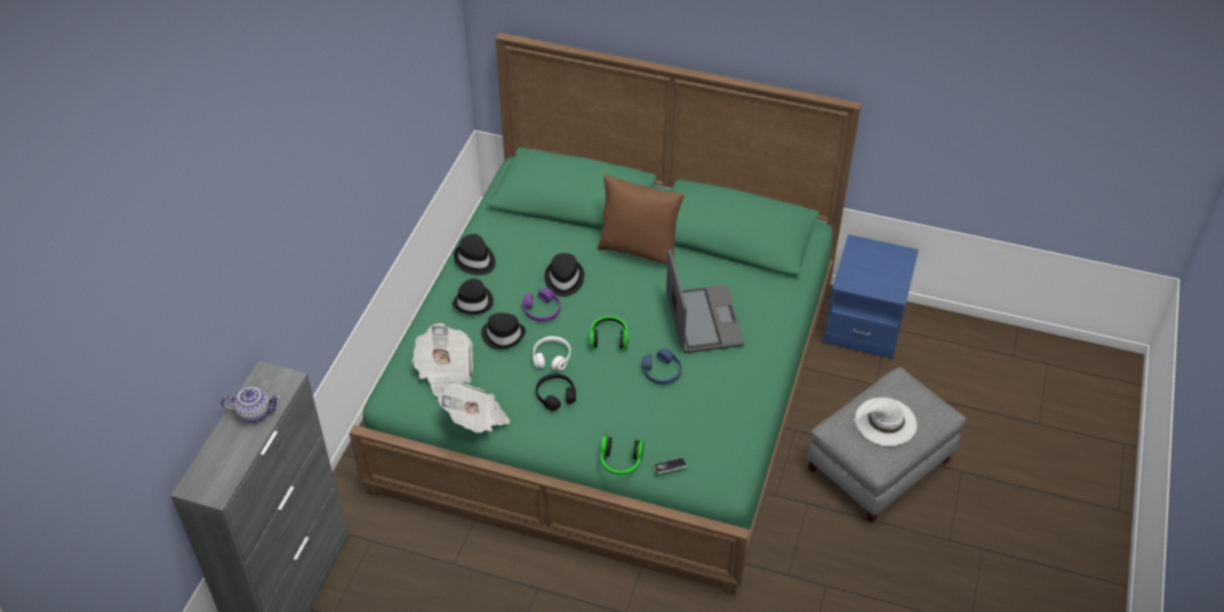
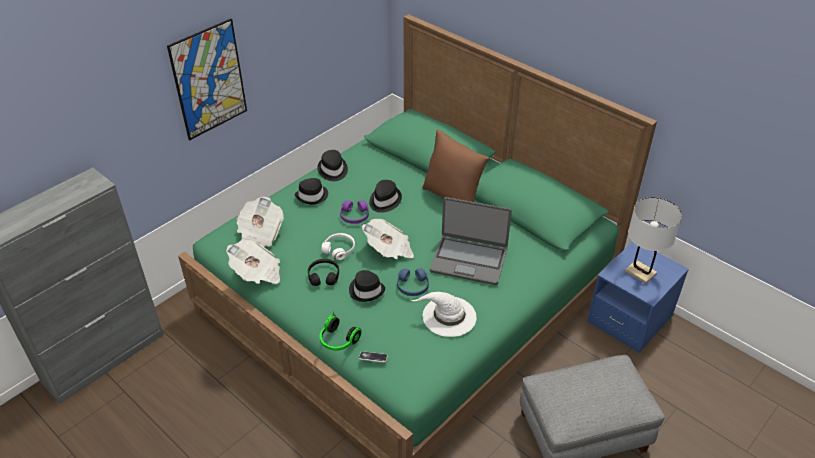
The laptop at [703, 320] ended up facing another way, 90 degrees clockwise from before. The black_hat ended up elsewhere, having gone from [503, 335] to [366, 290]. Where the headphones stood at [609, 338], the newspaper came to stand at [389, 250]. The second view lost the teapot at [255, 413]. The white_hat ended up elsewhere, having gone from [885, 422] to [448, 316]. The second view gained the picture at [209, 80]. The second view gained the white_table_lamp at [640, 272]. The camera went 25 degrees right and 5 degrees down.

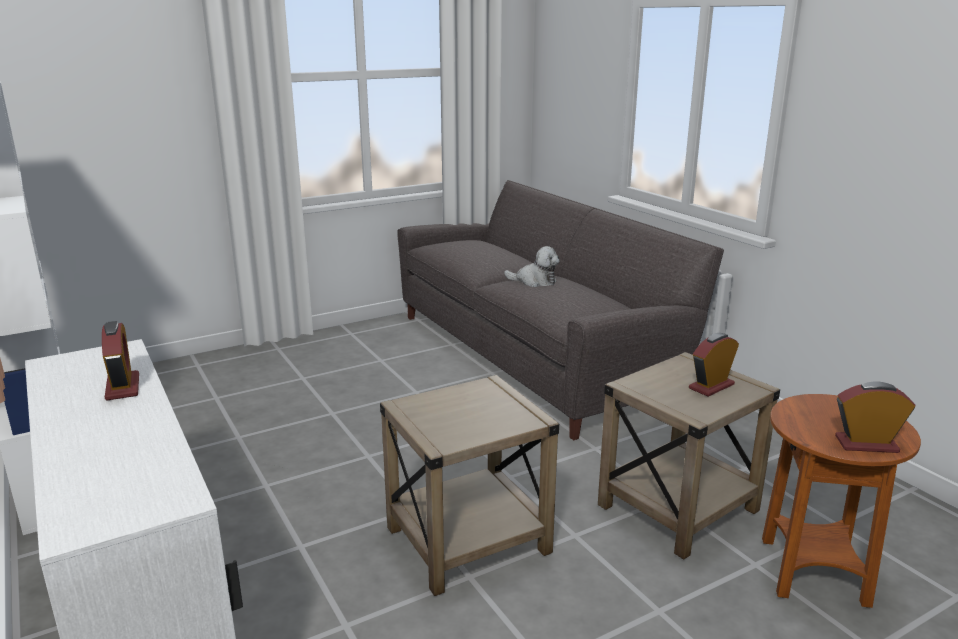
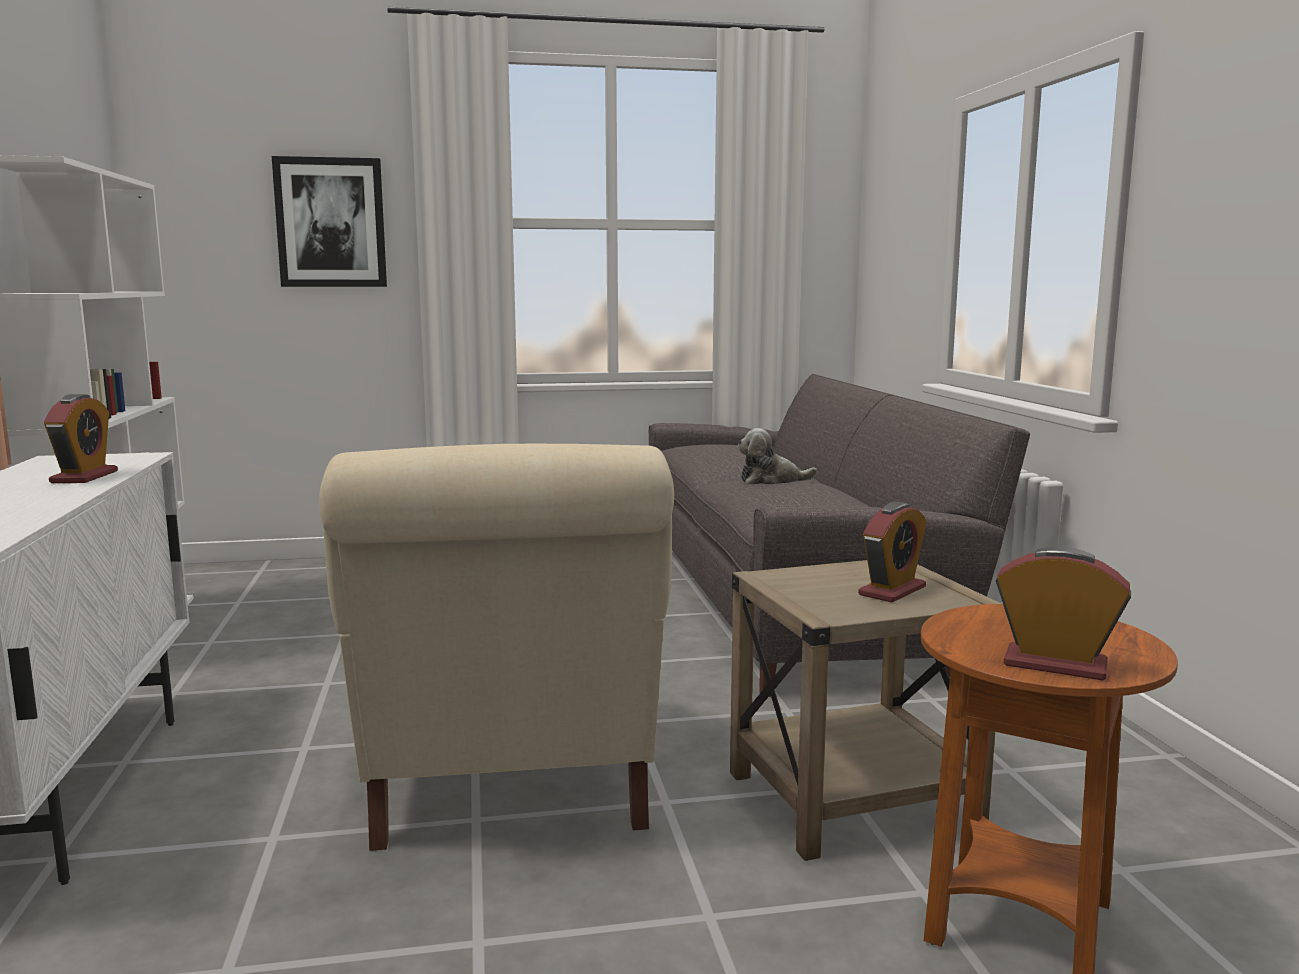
The plush_toy at [534, 282] ended up facing another way, 135 degrees clockwise from before. The alarm_clock at [711, 386] ended up facing another way, 150 degrees clockwise from before. Where the beige_side_table stood at [467, 541], the beige_armchair came to stand at [509, 780]. The second view gained the picture at [331, 223]. The camera went 20 degrees right and 10 degrees down.

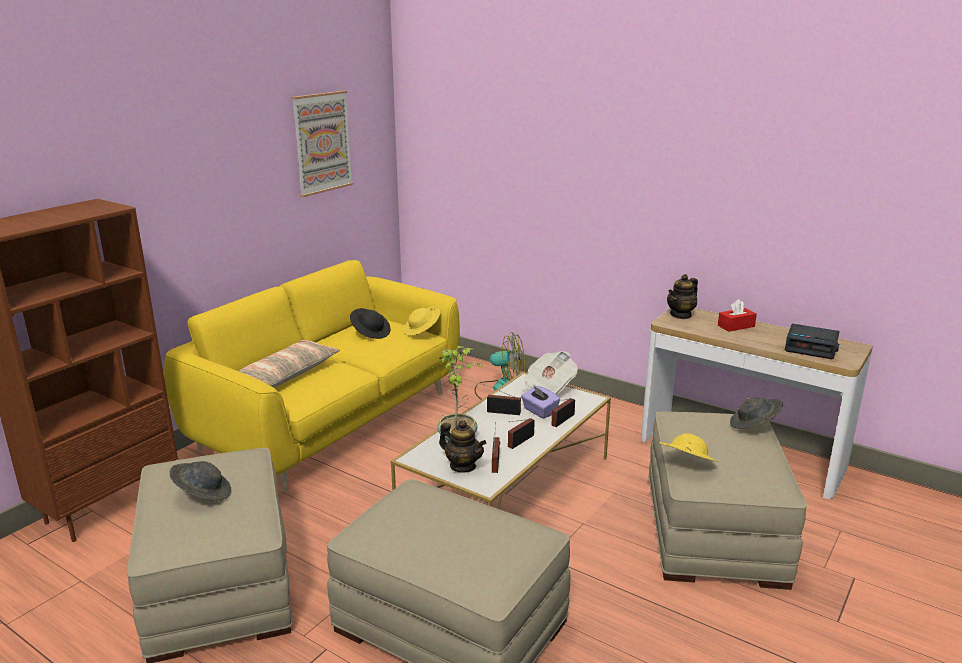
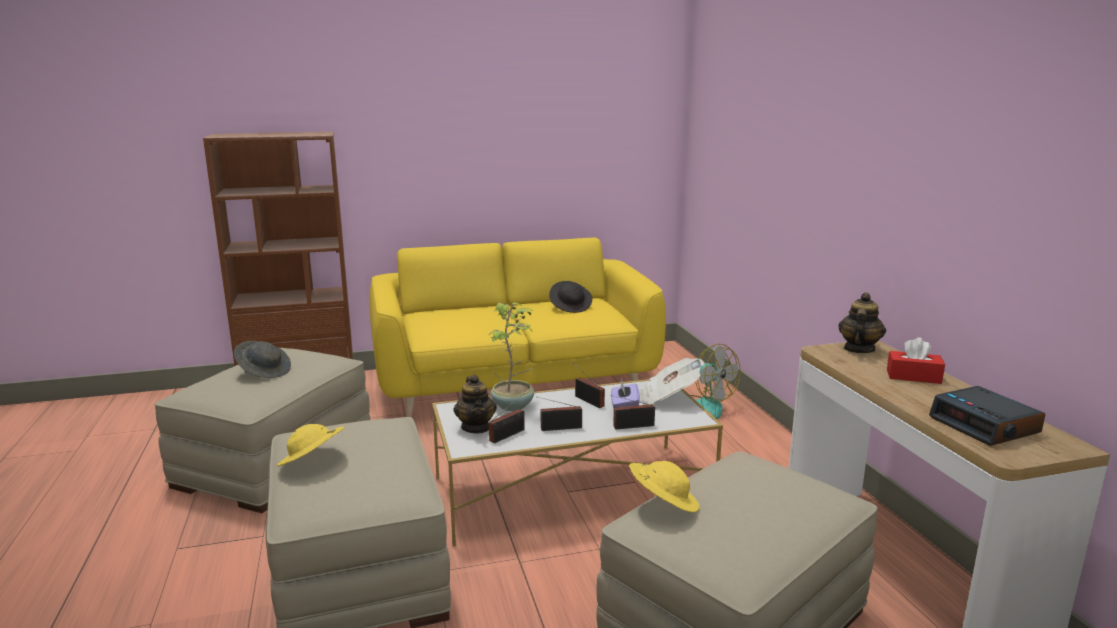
The second view lost the picture at [322, 143]. The teapot at [681, 315] ended up facing another way, 120 degrees clockwise from before. The yellow_hat ended up elsewhere, having gone from [422, 331] to [312, 462]. The second view lost the pillow at [285, 376]. The second view lost the grey_hat at [754, 425]. The camera went 40 degrees right and 5 degrees down.

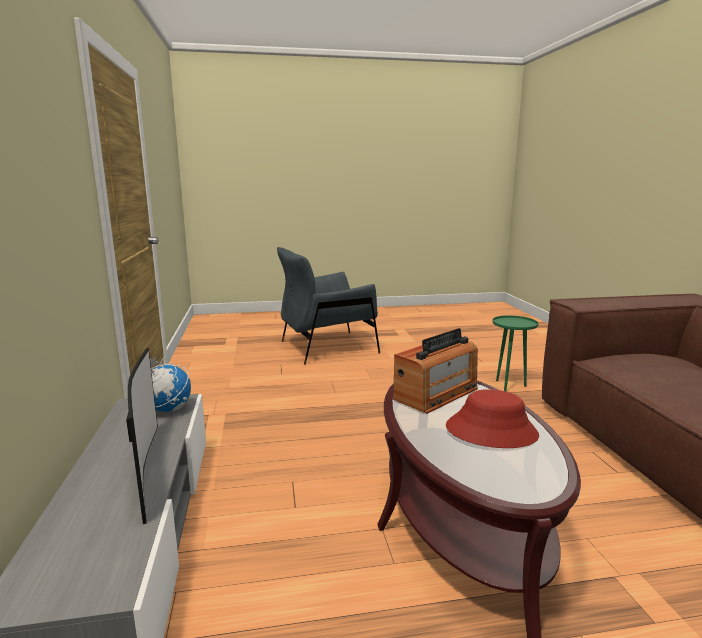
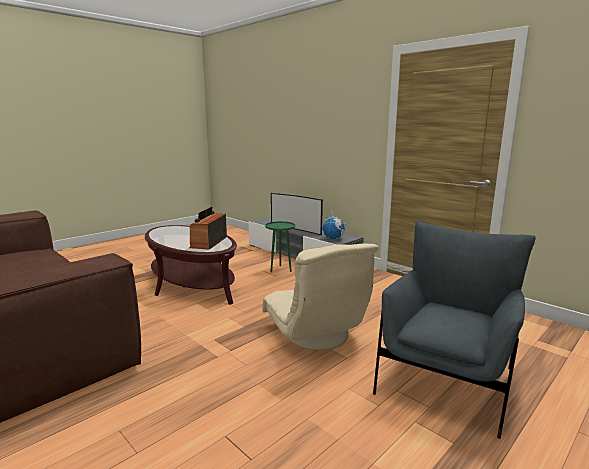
The green_side_table ended up elsewhere, having gone from [509, 386] to [280, 269]. The second view lost the red_hat at [491, 431]. The second view gained the beige_armchair at [316, 336]. The camera went 145 degrees right and 0 degrees up.

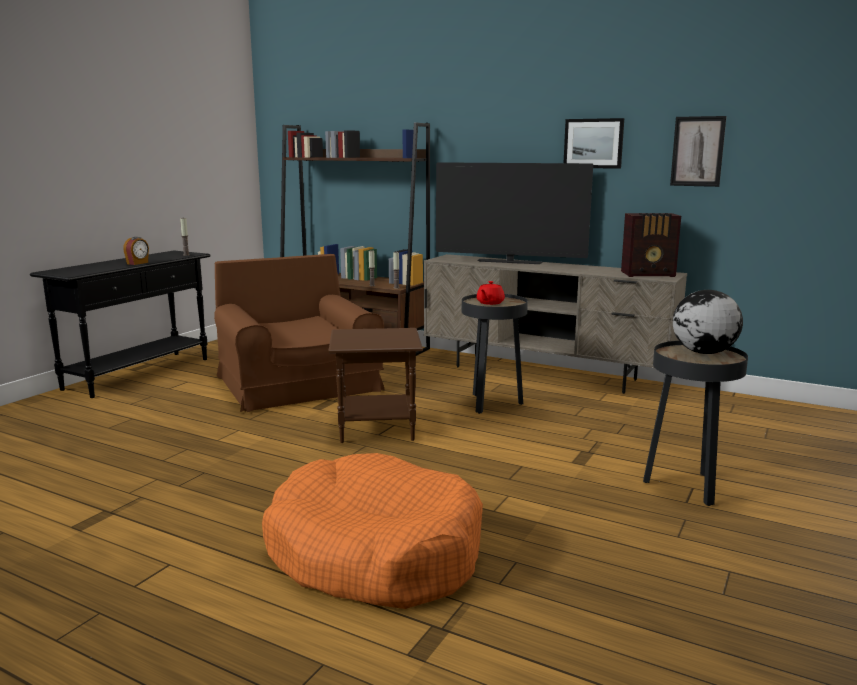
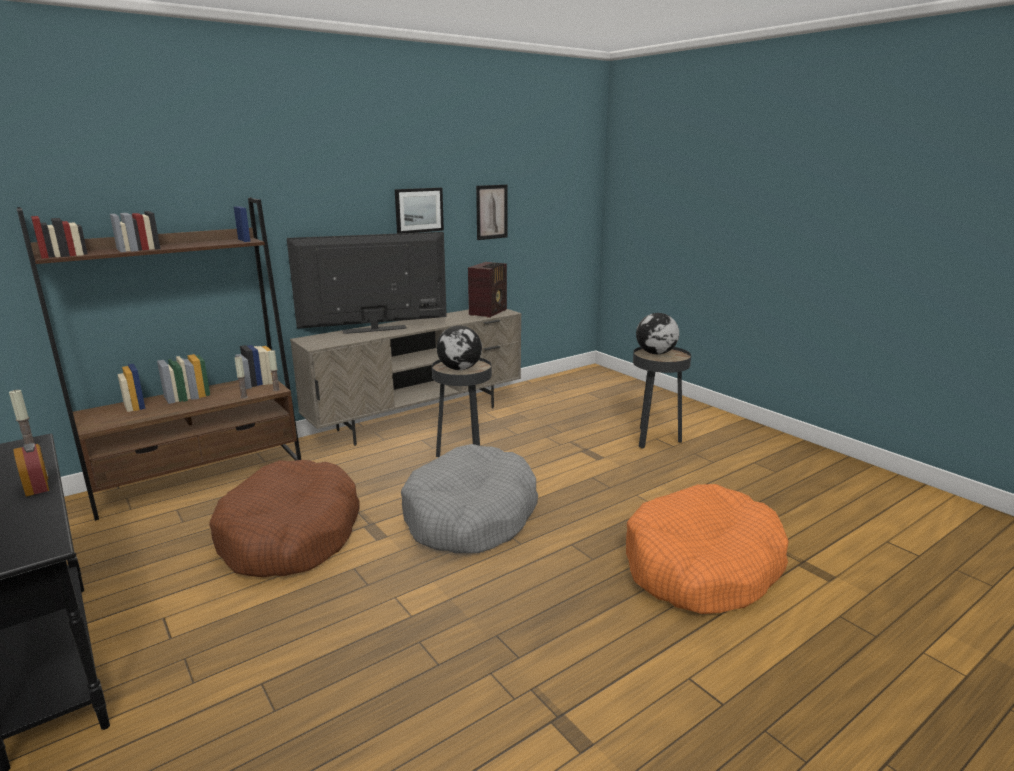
The television at [509, 262] ended up facing another way, 150 degrees counterclockwise from before. Where the brown_armchair stood at [298, 384], the brown_dog_bed came to stand at [290, 535]. Where the red_teapot stood at [489, 303], the globe came to stand at [460, 369]. Where the brown_side_table stood at [378, 429], the grey_dog_bed came to stand at [470, 516]. The camera went 65 degrees left and 5 degrees up.

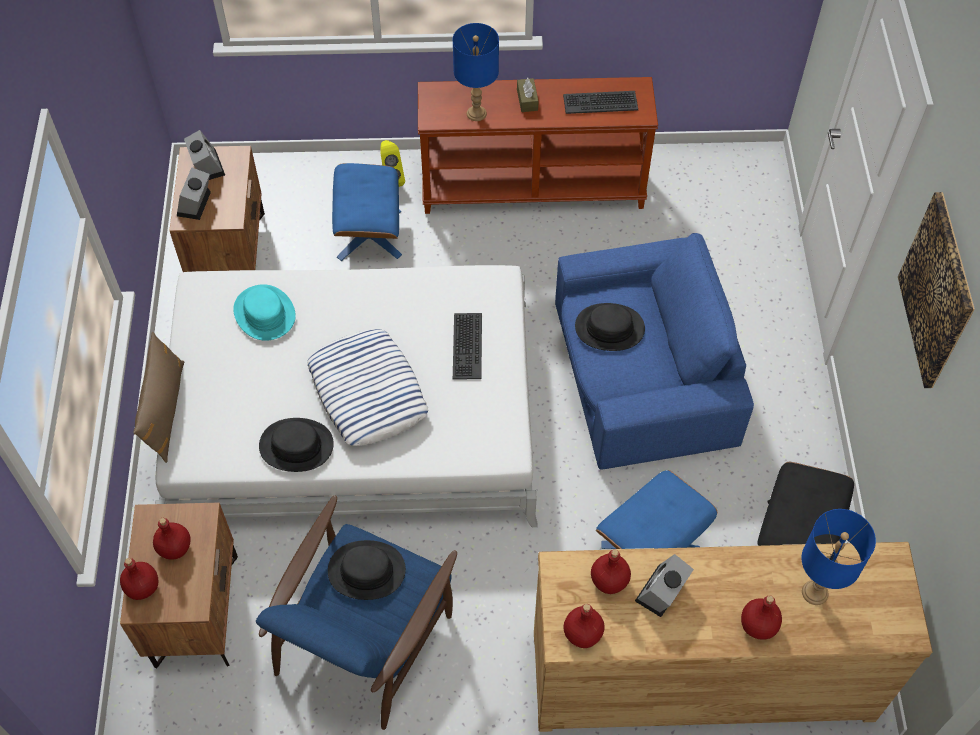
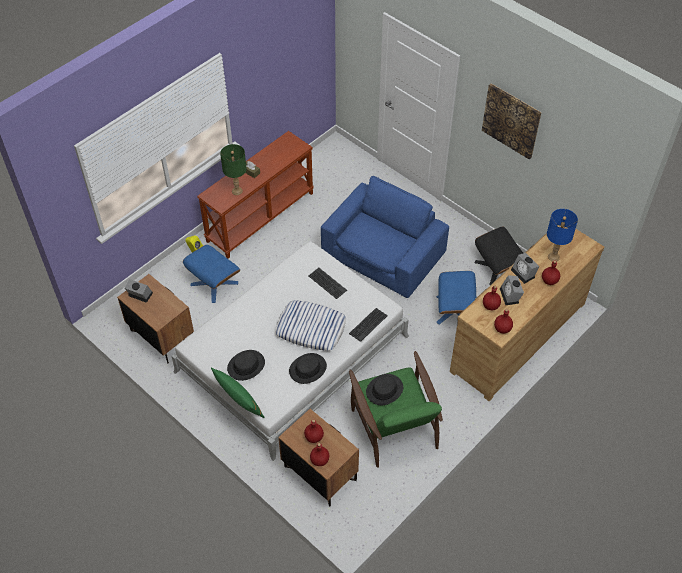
What was the blue_table_lamp at [476, 113] turned into the green_table_lamp at [237, 191]. The keyboard ended up elsewhere, having gone from [600, 102] to [368, 324]. The alarm_clock ended up elsewhere, having gone from [195, 205] to [524, 273]. The second view lost the turquoise_hat at [264, 313]. The black_hat ended up elsewhere, having gone from [609, 328] to [246, 366]. What was the brown_pillow at [165, 410] turned into the green_pillow at [238, 400]. What was the blue_armchair at [365, 637] turned into the green_armchair at [394, 425]. The camera went 45 degrees left and 5 degrees down.

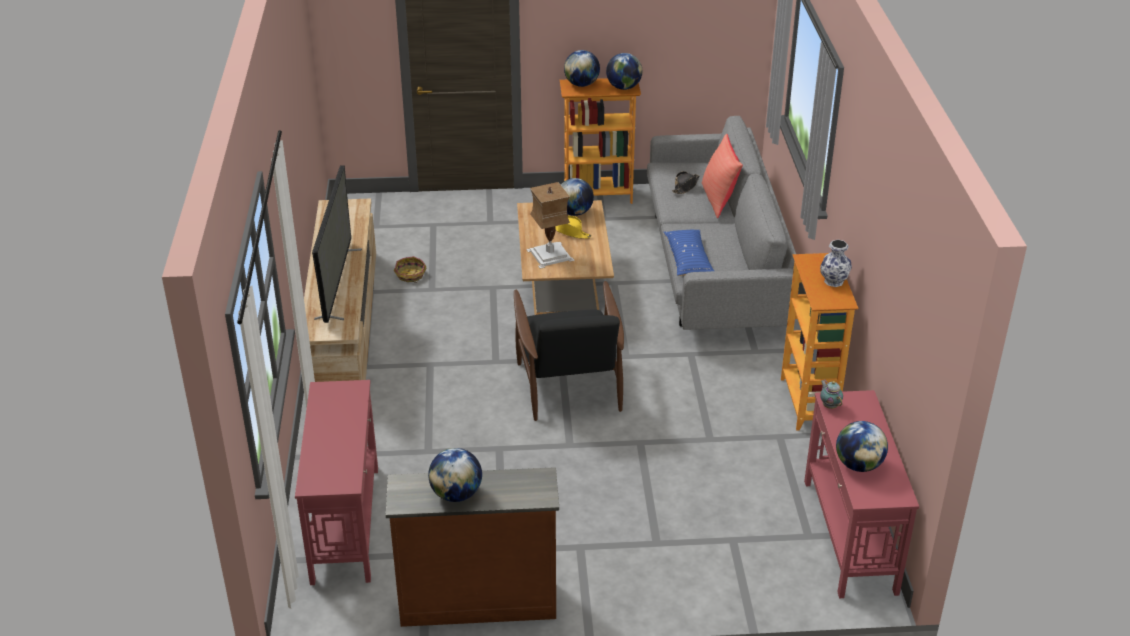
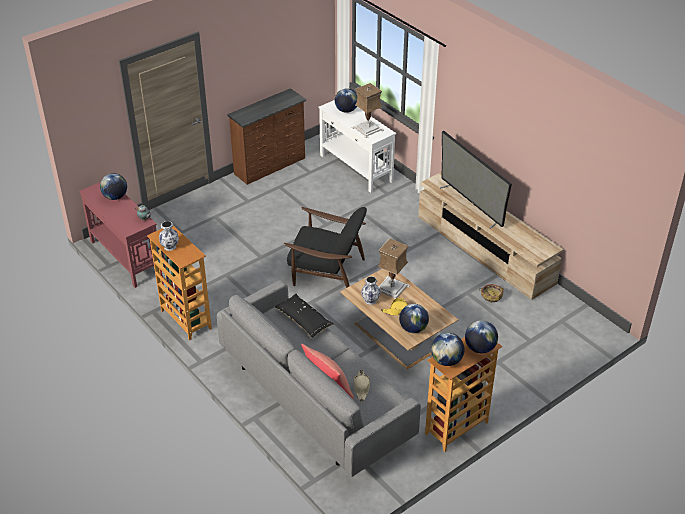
What was the black_hat at [685, 186] turned into the beige_hat at [361, 387]. What was the blue_pillow at [688, 260] turned into the black_pillow at [304, 320]. The black_armchair at [569, 383] ended up facing another way, 150 degrees clockwise from before. What was the red_console_table at [346, 523] turned into the white_console_table at [356, 168]. The globe ended up elsewhere, having gone from [456, 494] to [346, 110]. The second view gained the table_lamp at [367, 129]. The second view gained the vase at [370, 300]. The camera went 145 degrees right and 5 degrees up.

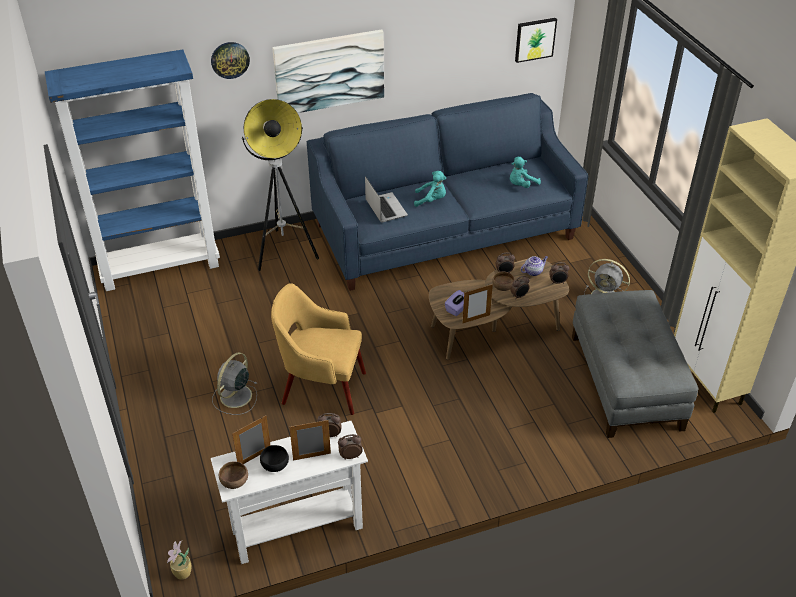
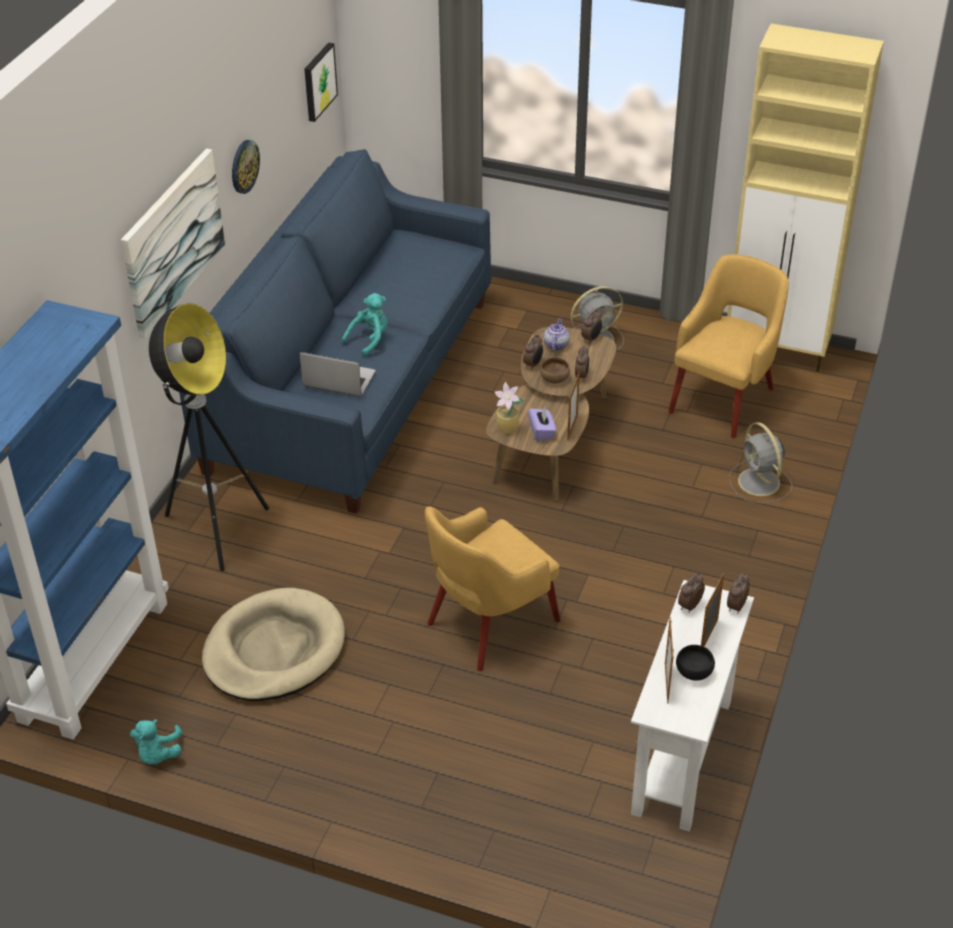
The wall_clock ended up elsewhere, having gone from [230, 60] to [244, 166]. The turquoise_plush_toy ended up elsewhere, having gone from [521, 185] to [158, 754]. Where the grey_ottoman stood at [626, 381], the yellow_armchair came to stand at [723, 398]. The grey_fan ended up elsewhere, having gone from [235, 397] to [760, 483]. The second view lost the brown_bowl at [234, 481]. The potted_plant ended up elsewhere, having gone from [182, 574] to [508, 429]. The second view gained the beige_dog_bed at [274, 650]. The camera went 50 degrees left and 0 degrees up.

